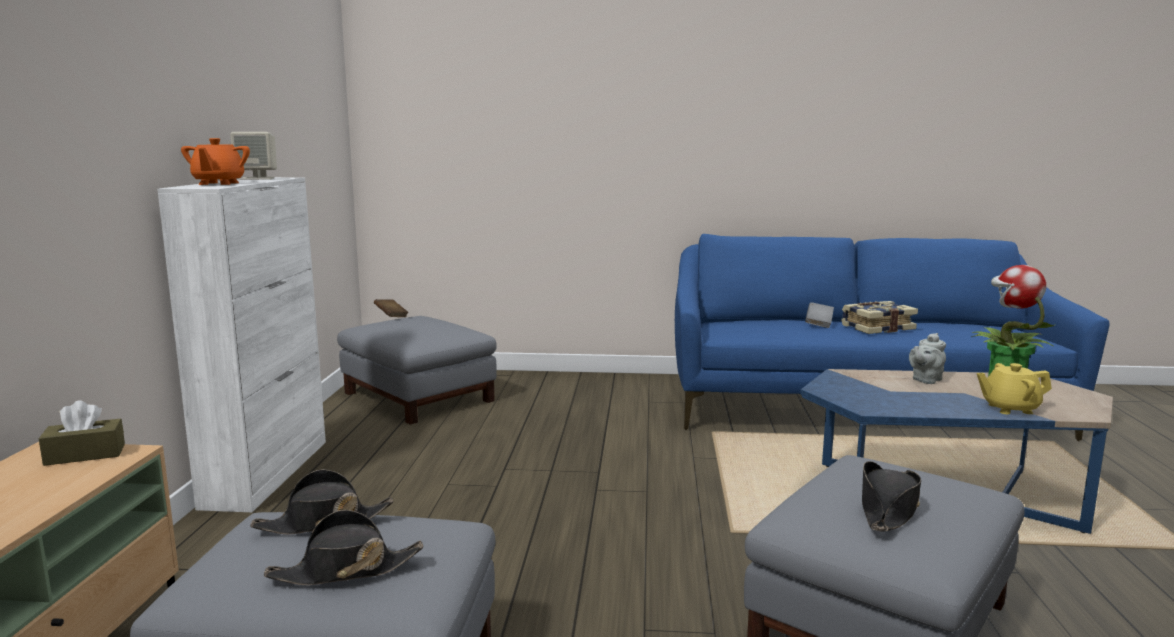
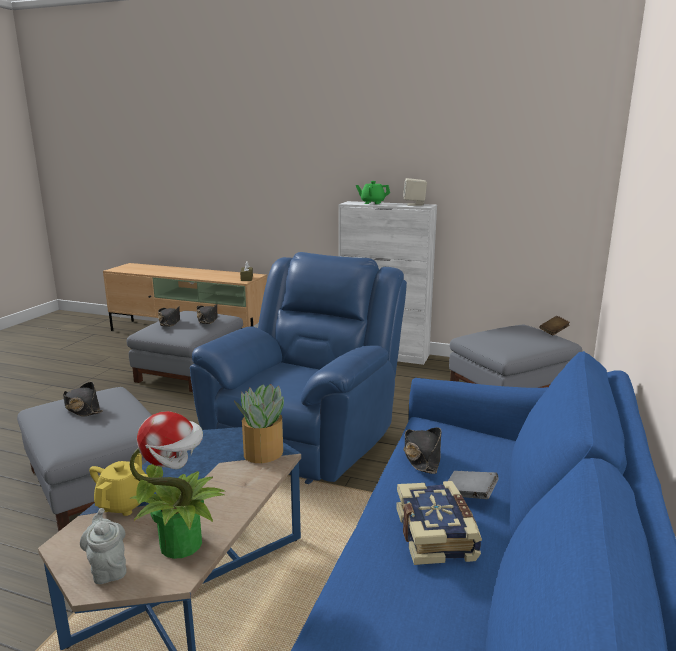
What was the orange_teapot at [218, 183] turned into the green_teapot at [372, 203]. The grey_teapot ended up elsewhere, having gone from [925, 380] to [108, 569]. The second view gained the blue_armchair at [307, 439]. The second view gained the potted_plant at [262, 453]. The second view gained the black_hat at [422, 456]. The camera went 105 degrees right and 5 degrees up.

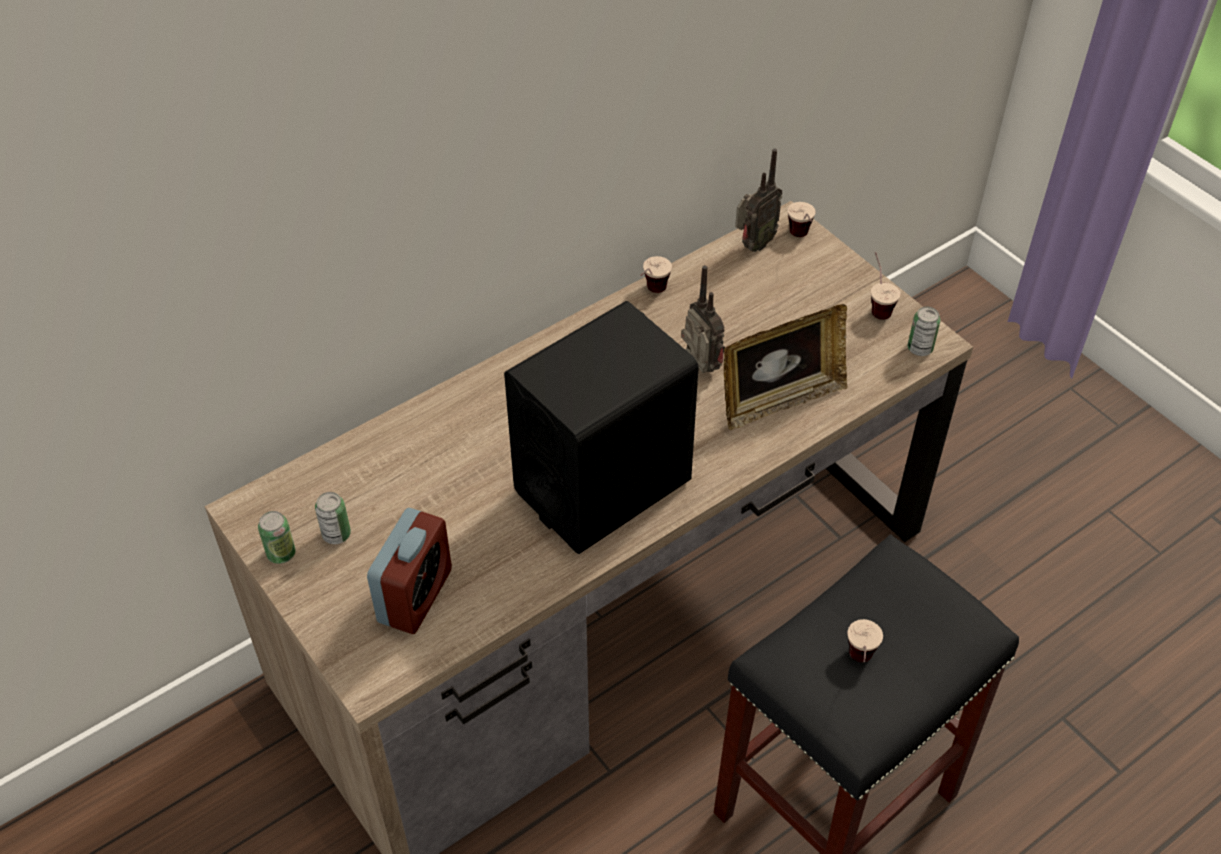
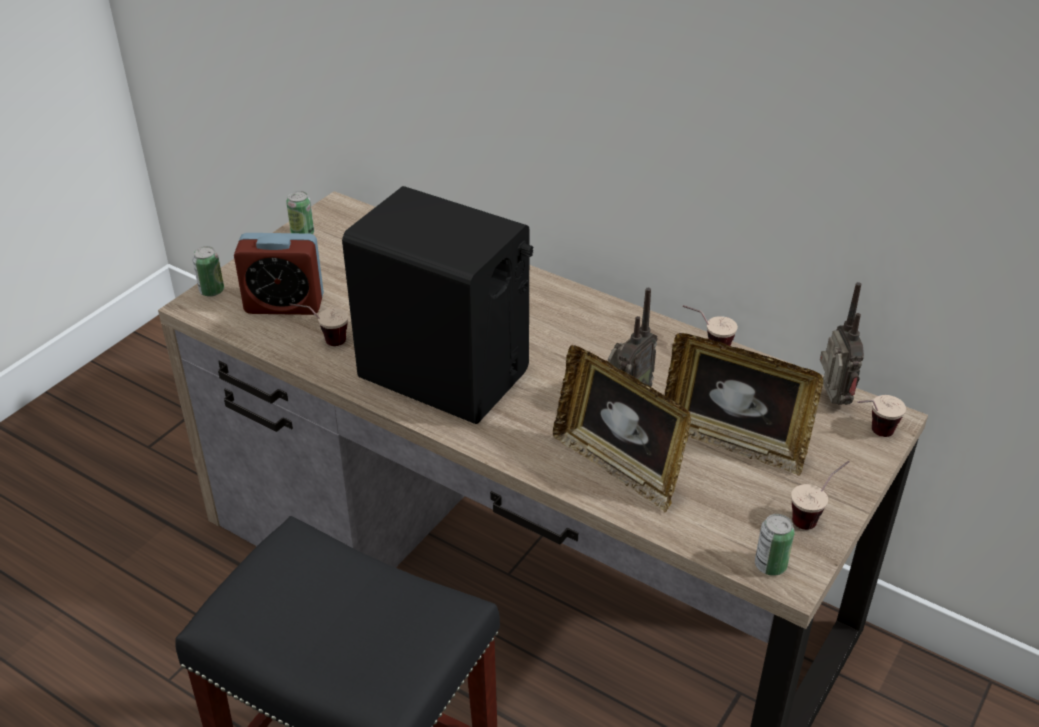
The radio at [753, 245] ended up facing another way, 120 degrees counterclockwise from before. The can ended up elsewhere, having gone from [336, 534] to [212, 291]. The cup ended up elsewhere, having gone from [859, 665] to [323, 341]. The second view gained the picture_frame at [733, 442]. The camera went 70 degrees right and 10 degrees down.

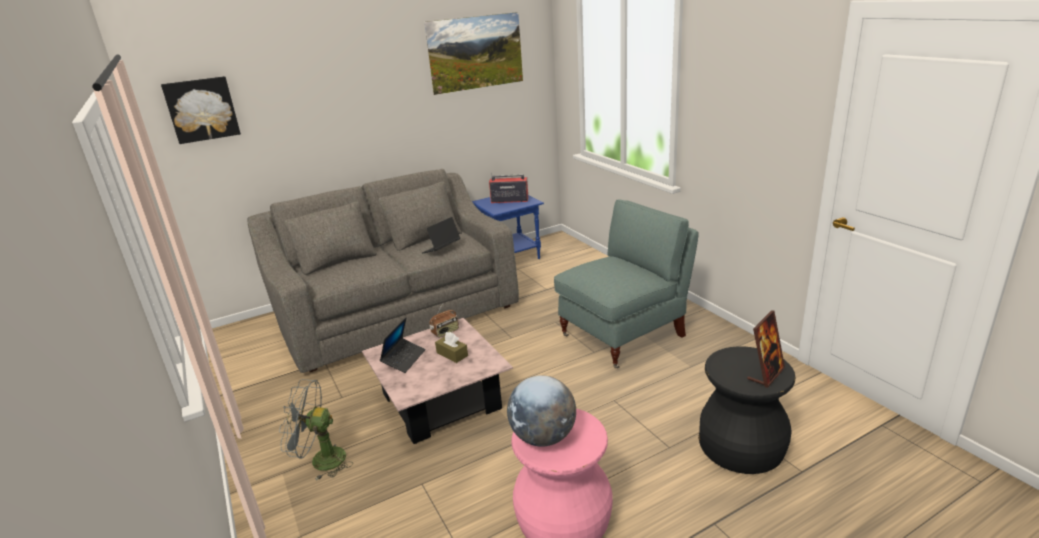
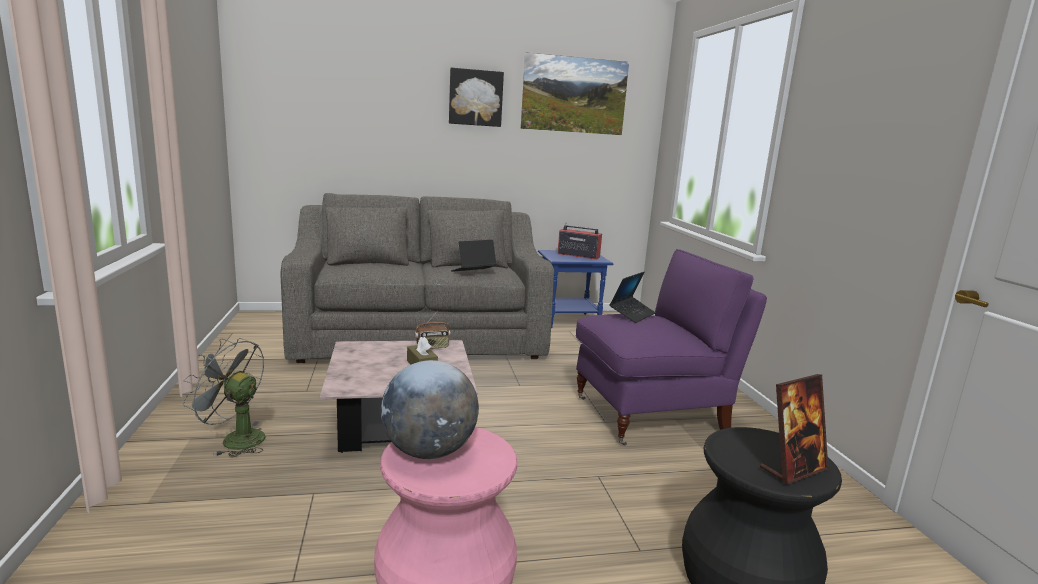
The picture ended up elsewhere, having gone from [202, 109] to [475, 98]. What was the grey_armchair at [623, 336] turned into the purple_armchair at [651, 416]. The laptop ended up elsewhere, having gone from [404, 359] to [632, 314]. The camera went 15 degrees right and 10 degrees down.

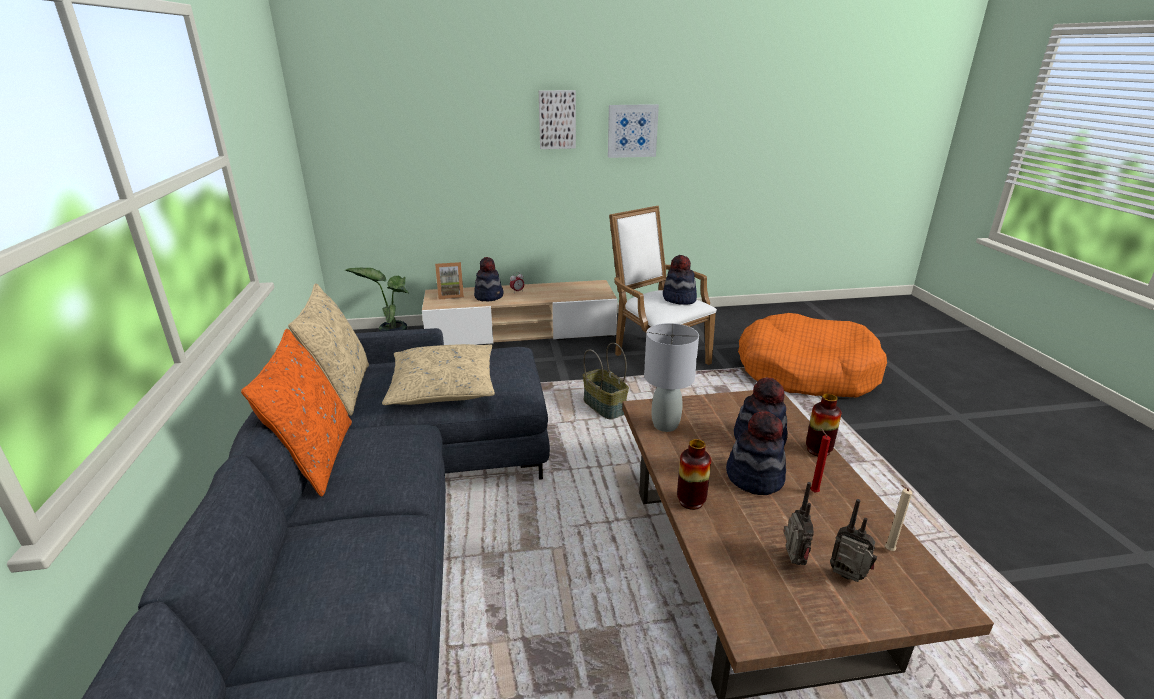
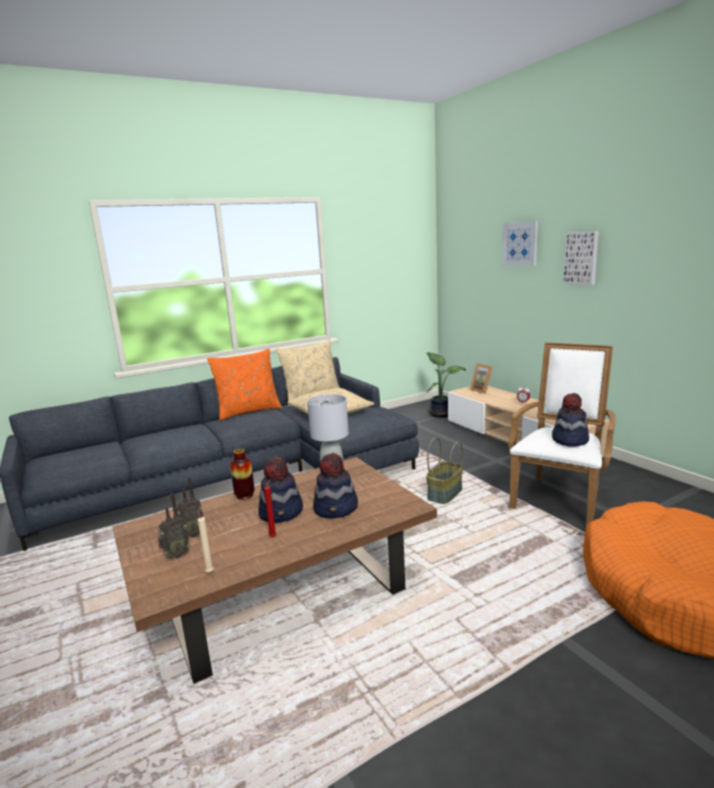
The picture ended up elsewhere, having gone from [632, 131] to [520, 244]. The second view lost the hat at [489, 296]. The second view lost the vase at [818, 450]. The radio at [847, 580] ended up facing another way, 45 degrees clockwise from before. The camera went 70 degrees right and 10 degrees down.

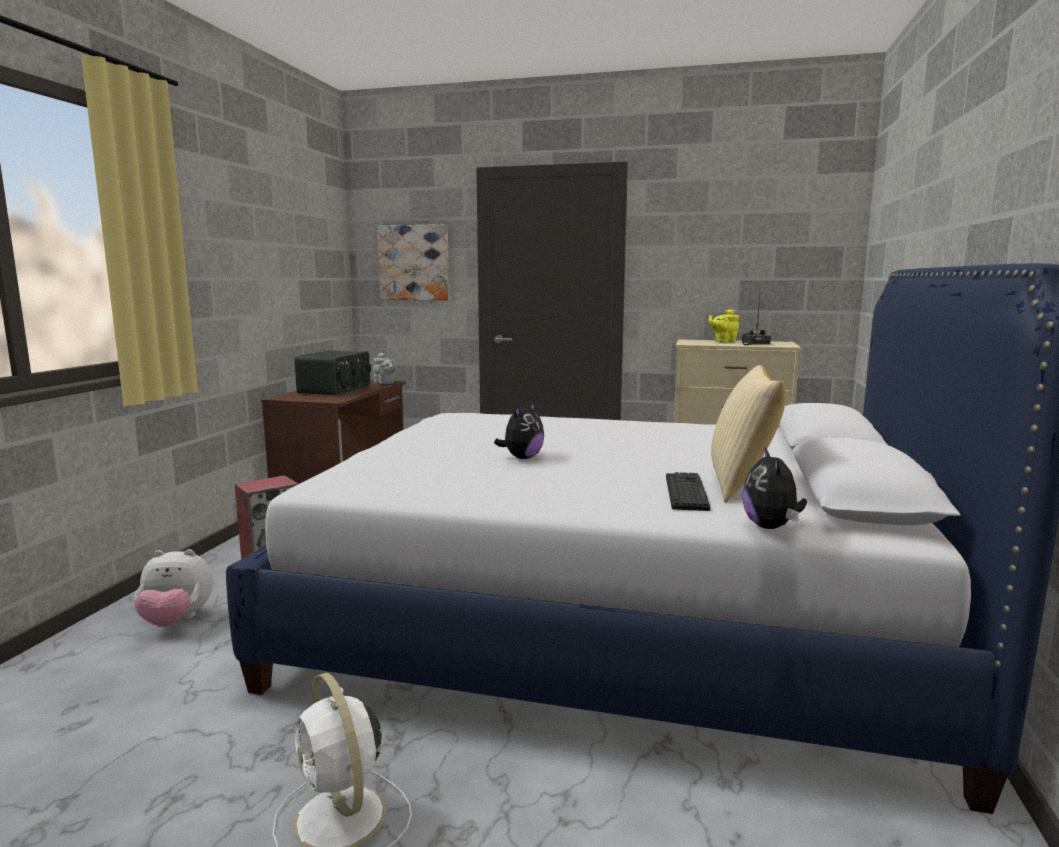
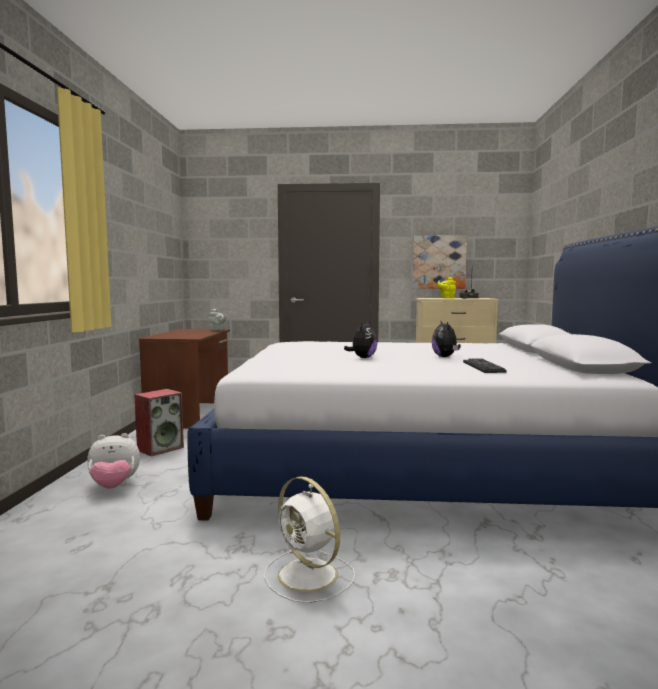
The picture ended up elsewhere, having gone from [414, 263] to [438, 262]. The second view lost the radio at [336, 390]. The second view lost the pillow at [742, 484]. The plush_toy ended up elsewhere, having gone from [771, 527] to [445, 357]. The camera went 10 degrees left and 5 degrees down.

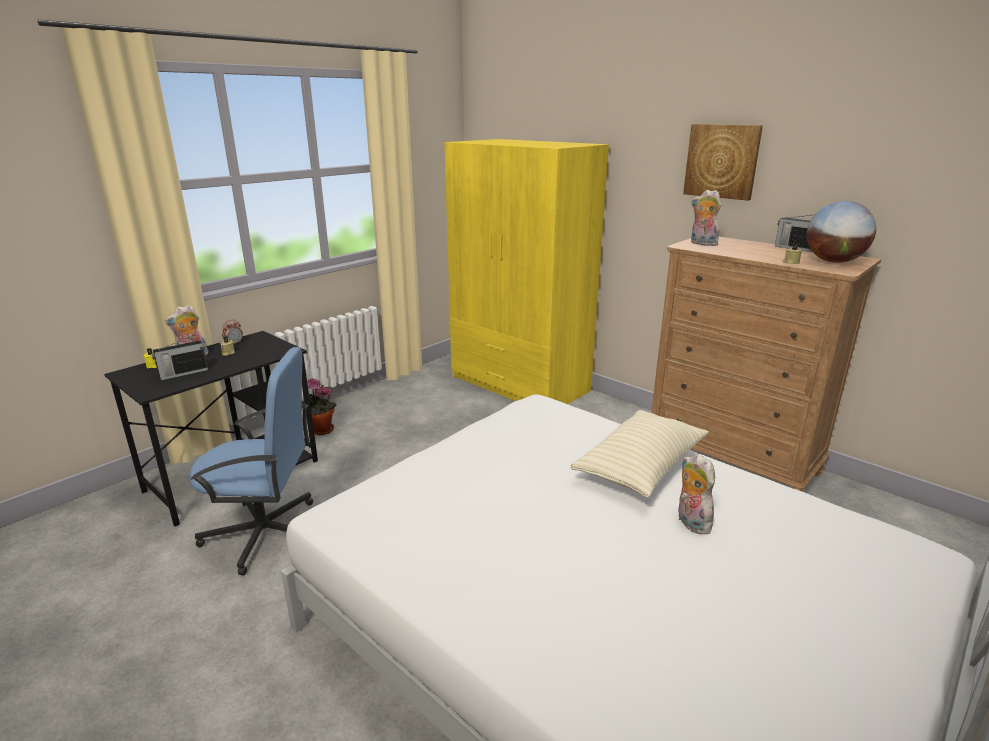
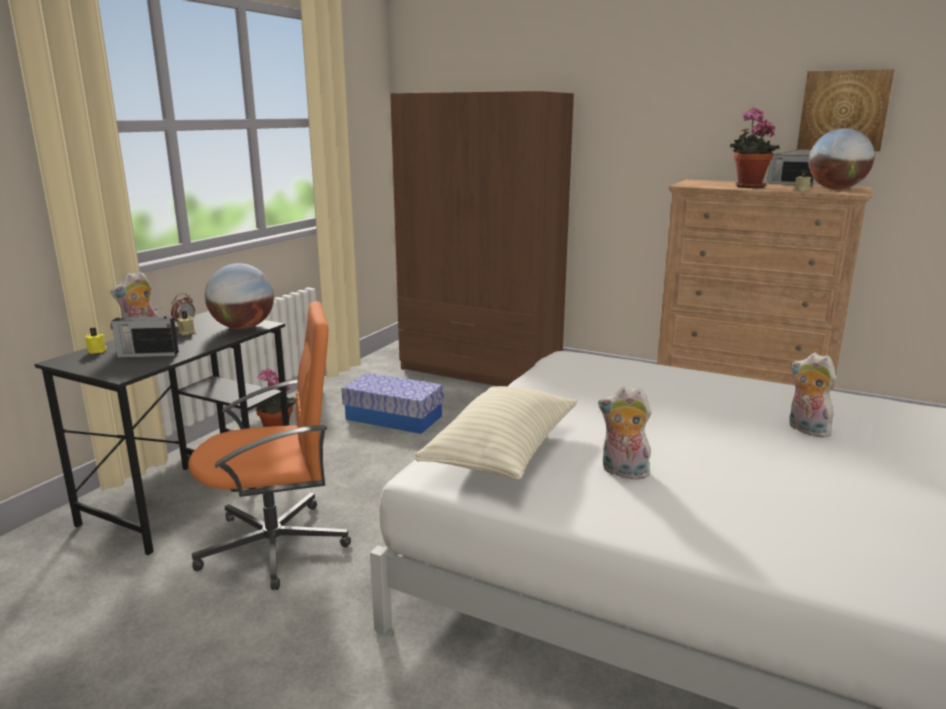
The picture ended up elsewhere, having gone from [722, 161] to [843, 110]. What was the yellow_wardrobe at [519, 384] turned into the brown_wardrobe at [481, 369]. The plush_toy ended up elsewhere, having gone from [702, 244] to [623, 472]. The radio at [183, 373] ended up facing another way, 45 degrees clockwise from before. What was the blue_office_chair at [265, 533] turned into the orange_office_chair at [276, 544]. The beige_pillow ended up elsewhere, having gone from [640, 467] to [502, 452]. The second view gained the potted_plant at [747, 187]. The second view gained the globe at [243, 327]. The second view gained the storage_box at [394, 417]. The camera went 15 degrees left and 5 degrees down.

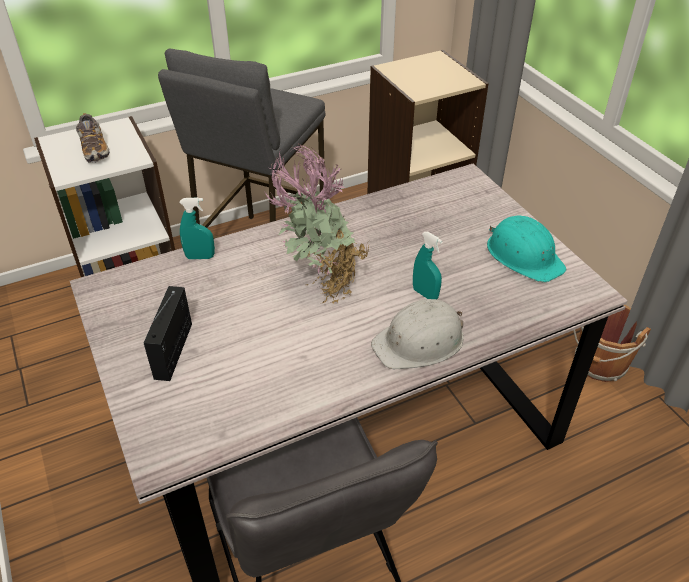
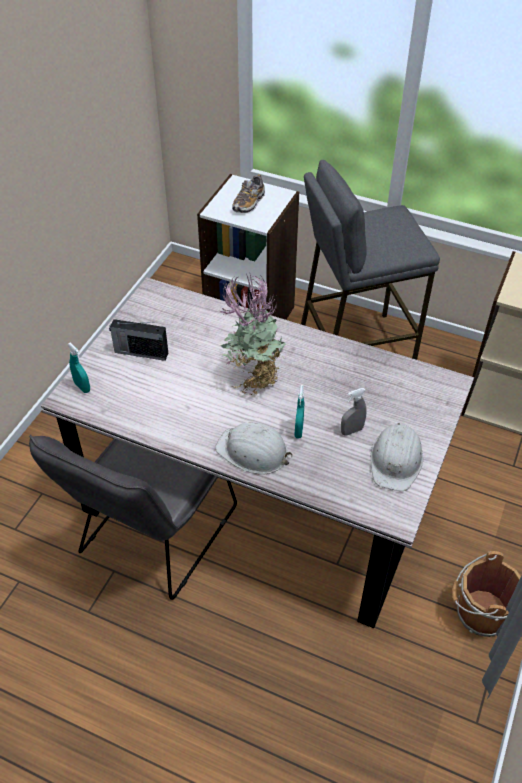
The turquoise_spray_bottle ended up elsewhere, having gone from [200, 257] to [82, 387]. What was the turquoise_hard_hat at [524, 255] turned into the white_hard_hat at [396, 460]. The radio at [174, 349] ended up facing another way, 135 degrees counterclockwise from before. The second view gained the grey_spray_bottle at [352, 431]. The camera went 50 degrees right and 5 degrees up.

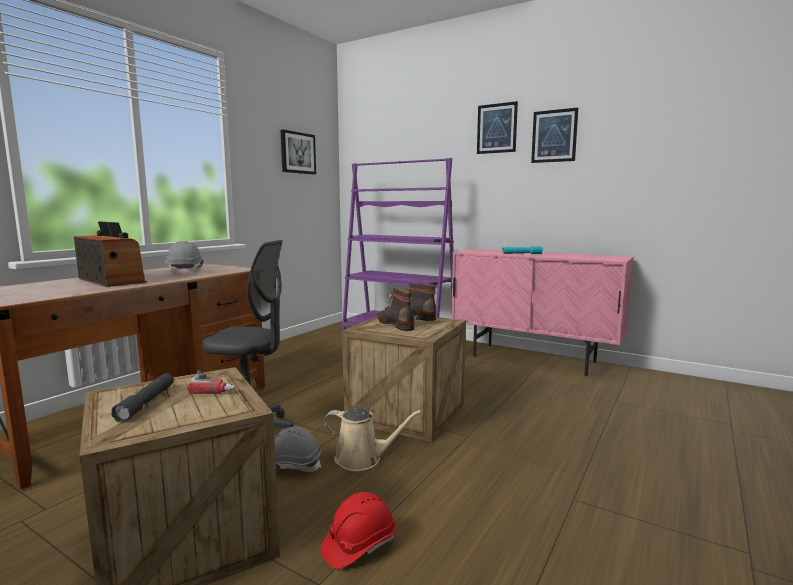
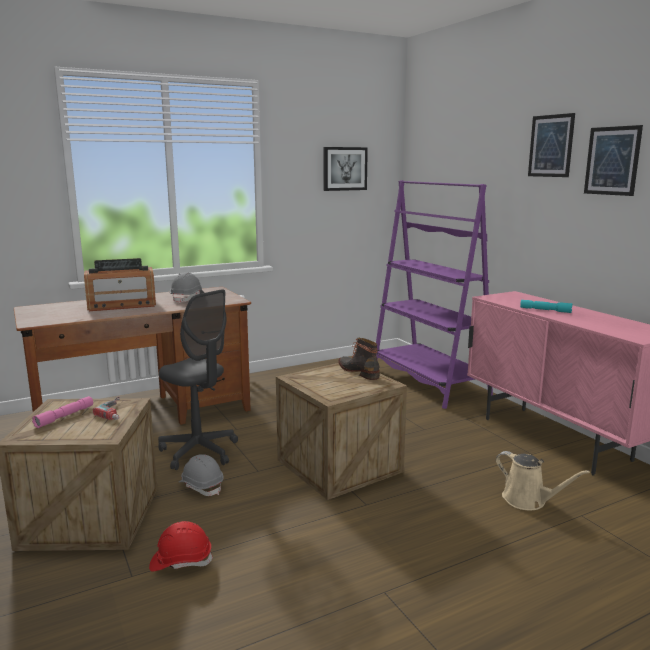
The radio at [111, 280] ended up facing another way, 90 degrees clockwise from before. The second view lost the boot at [396, 324]. What was the grey_flashlight at [146, 403] turned into the pink_flashlight at [65, 416]. The beige_watering_can ended up elsewhere, having gone from [362, 459] to [528, 500]. The camera went 30 degrees right and 5 degrees up.

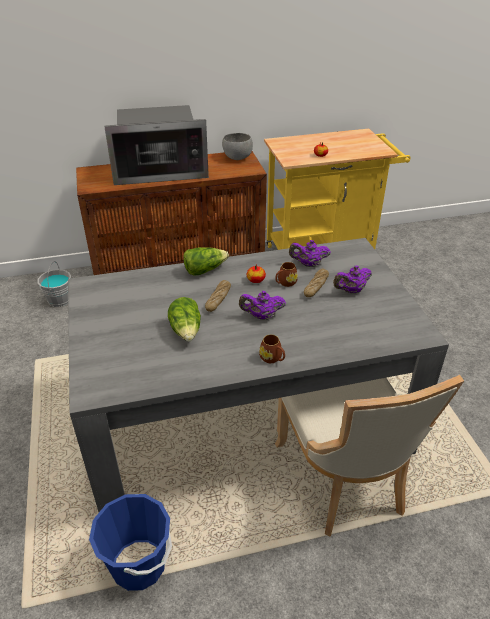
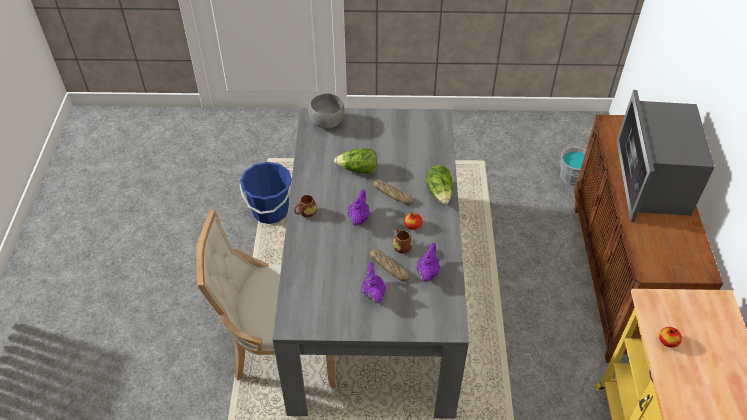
The grey_bowl ended up elsewhere, having gone from [237, 158] to [327, 122]. The camera went 105 degrees right and 10 degrees up.

